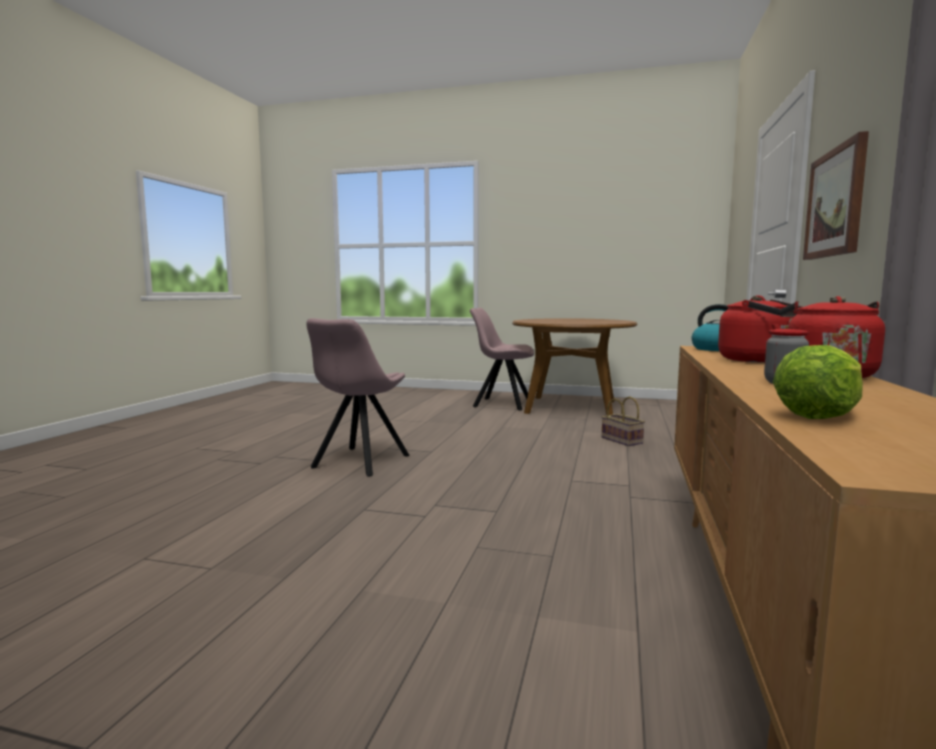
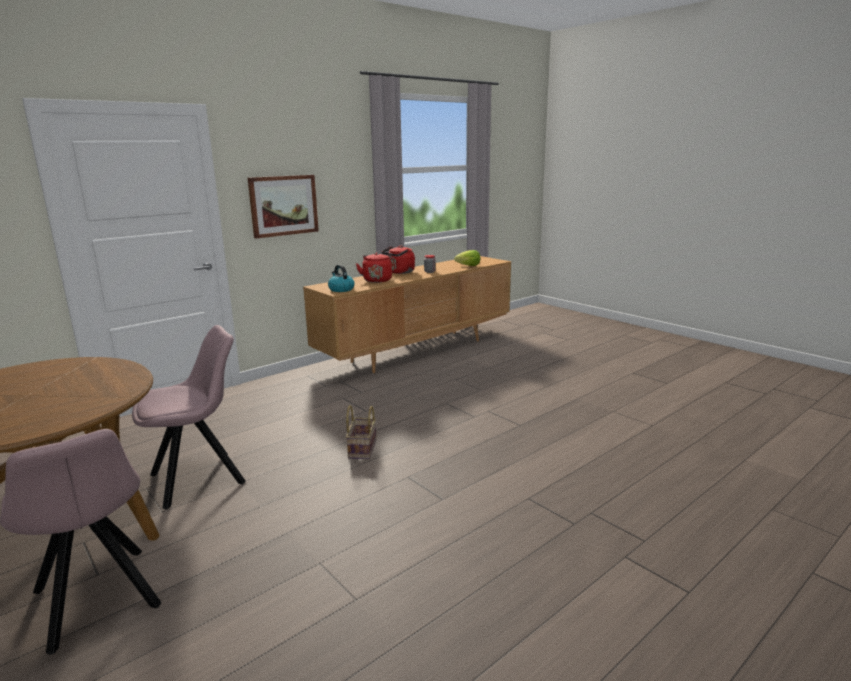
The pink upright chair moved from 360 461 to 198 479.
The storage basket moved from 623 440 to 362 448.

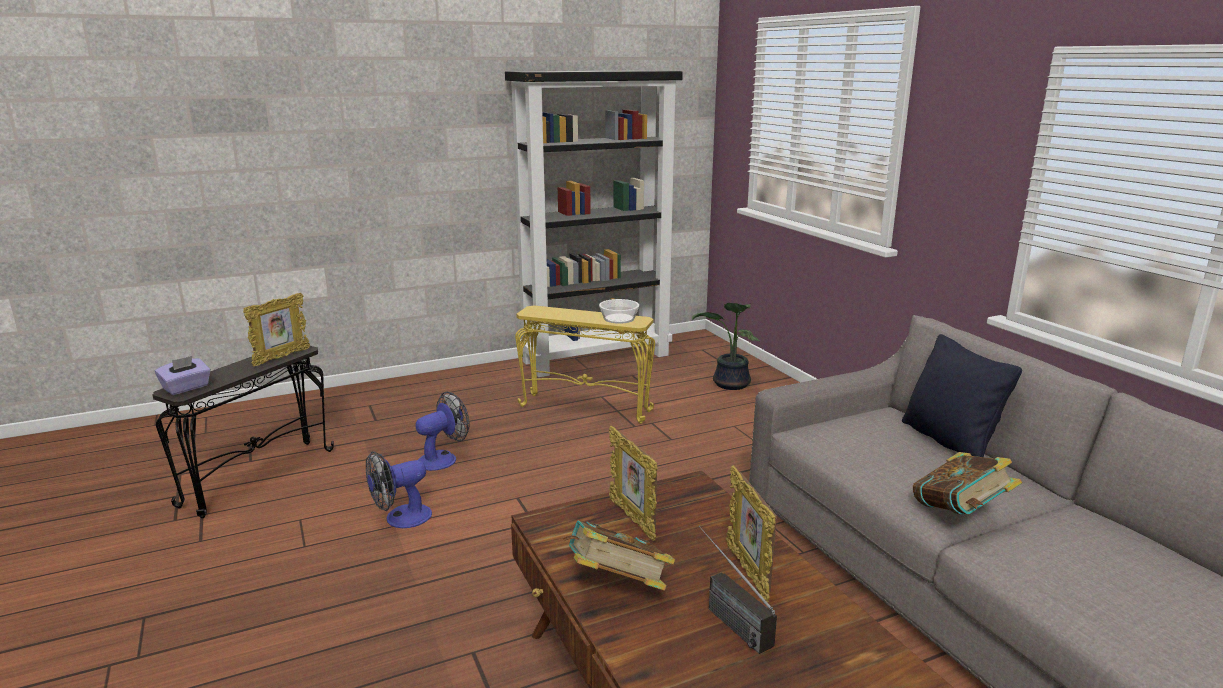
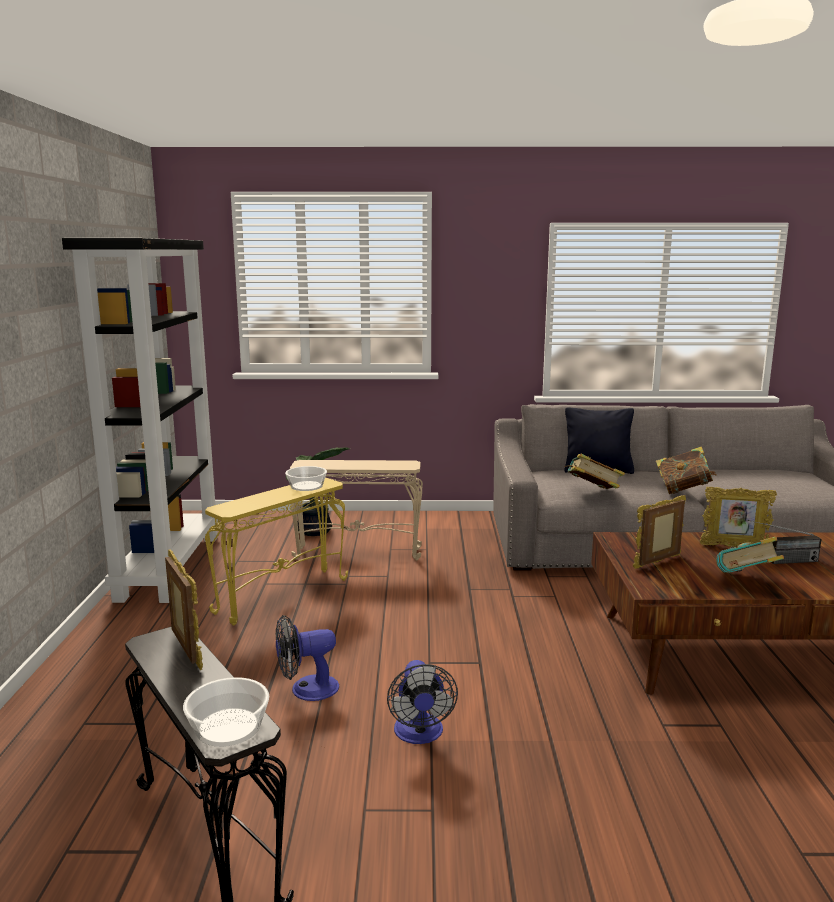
The purple-coloured box of tissues at 186 388 was replaced by the bowl at 227 726.
The fan at 443 458 turned 90 degrees counterclockwise.
The photo frame at 633 519 turned 150 degrees clockwise.
The beige-coloured side table at 357 554 appeared.
The bound book at 592 492 appeared.

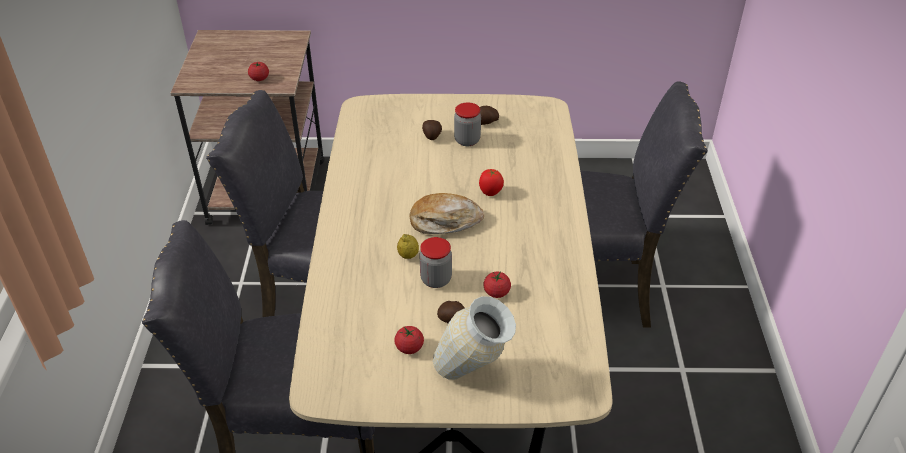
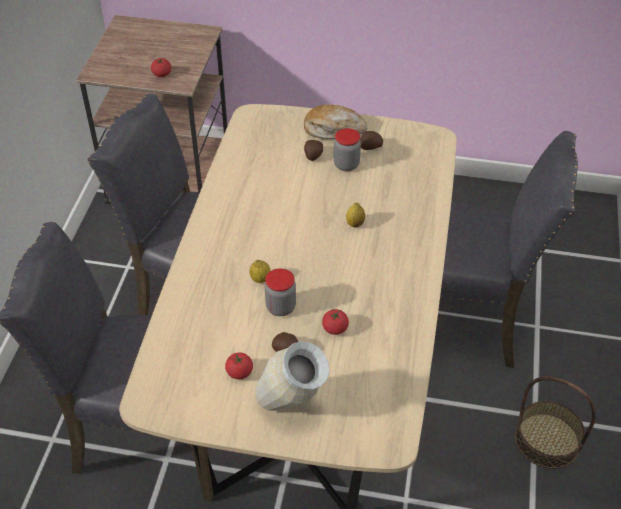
The bakery bread moved from 444 221 to 333 129.
The whole tomato at 490 193 was replaced by the citrus fruit at 355 224.
The storage basket at 547 440 appeared.

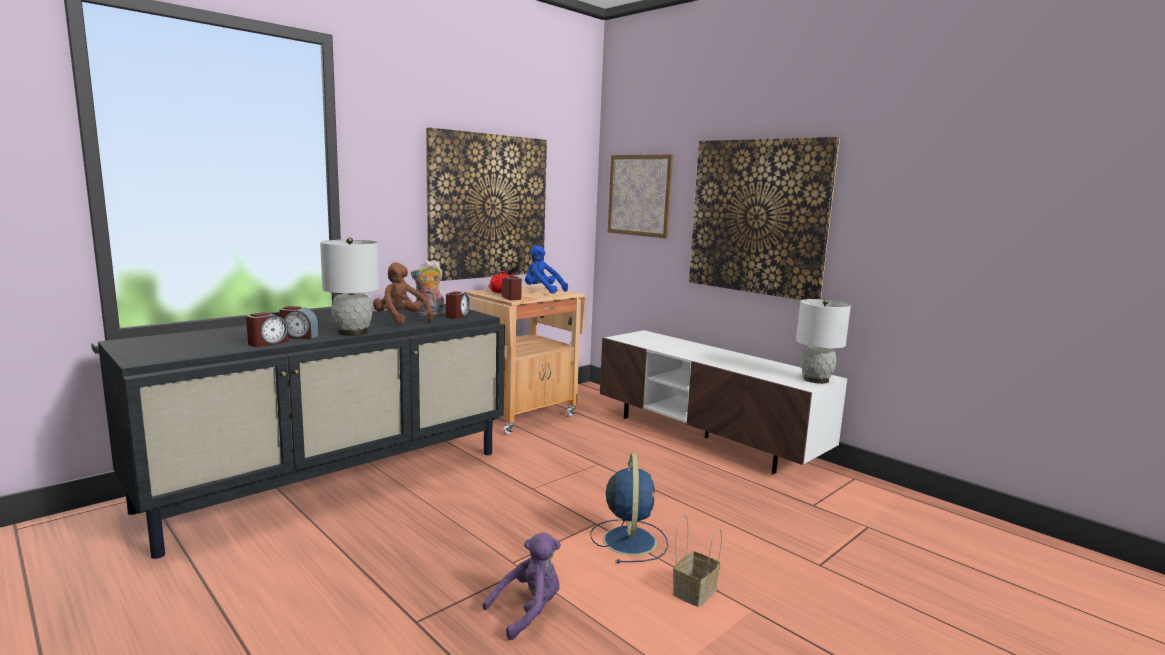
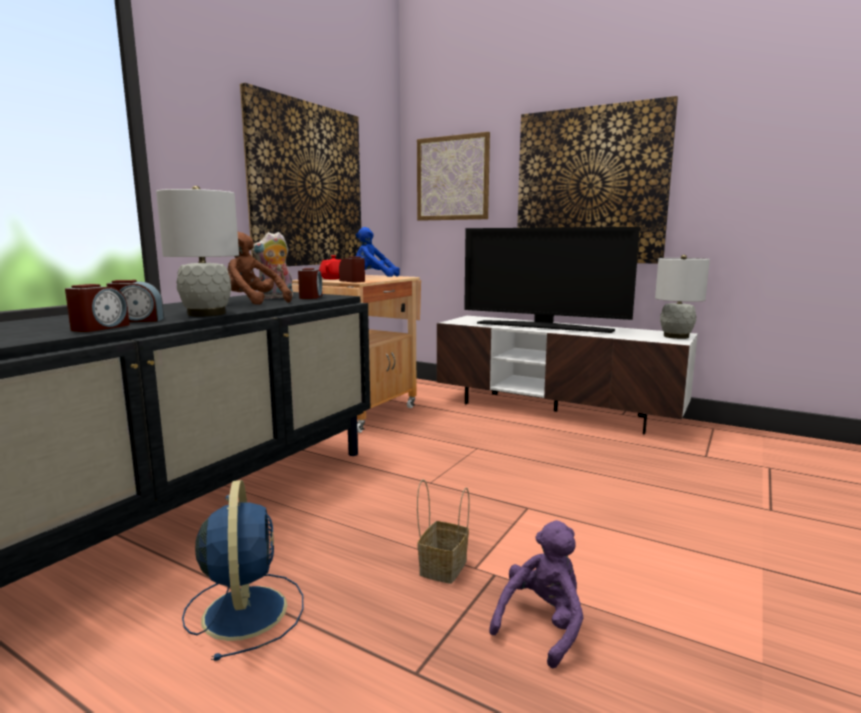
The blue-coloured fan moved from 629 539 to 245 610.
The storage basket moved from 694 591 to 443 566.
The TV at 544 327 appeared.

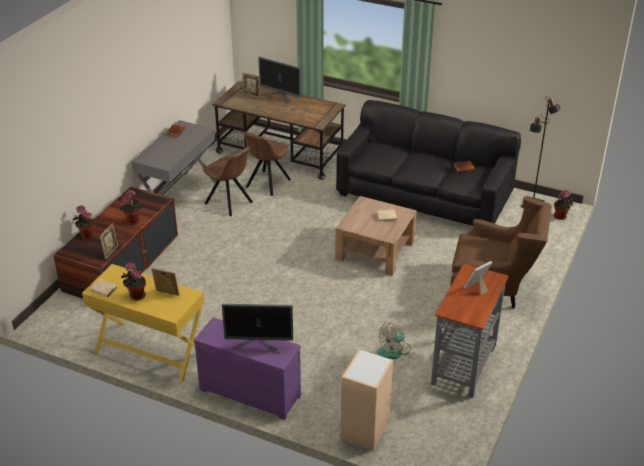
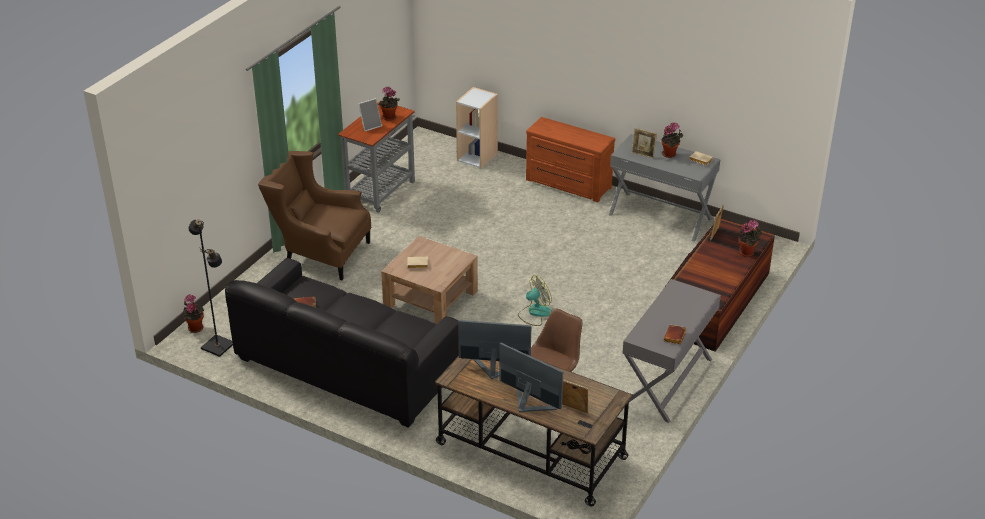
The yellowish desk table at 150 351 became the gray desk table at 660 216.
The houseplant moved from 133 220 to 389 118.
The purple-coloured dresser at 251 391 became the brownish dresser at 567 184.
The brownish upright chair at 229 203 disappeared.
The computer screen moved from 259 344 to 494 369.
The fan moved from 394 351 to 535 313.

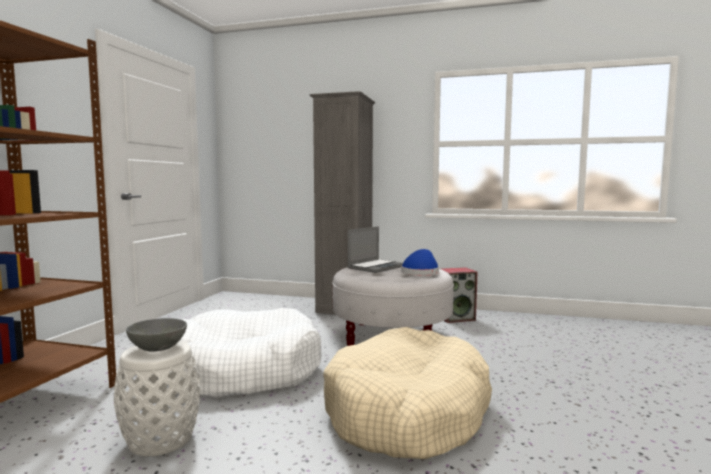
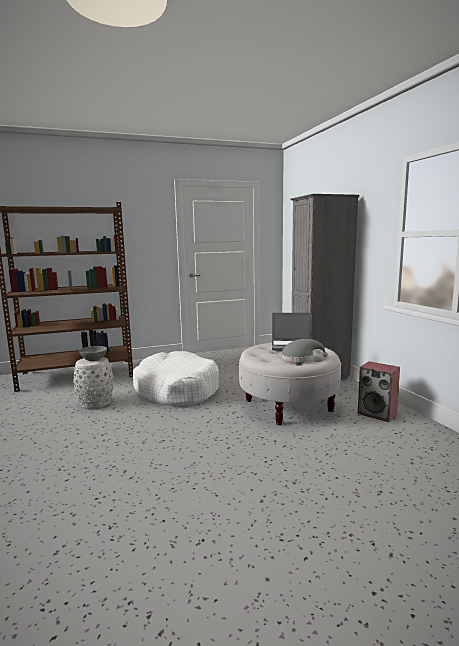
The beige-coloured pet bed at 407 412 disappeared.
The blue-coloured clothing hat at 420 272 became the gray clothing hat at 300 358.

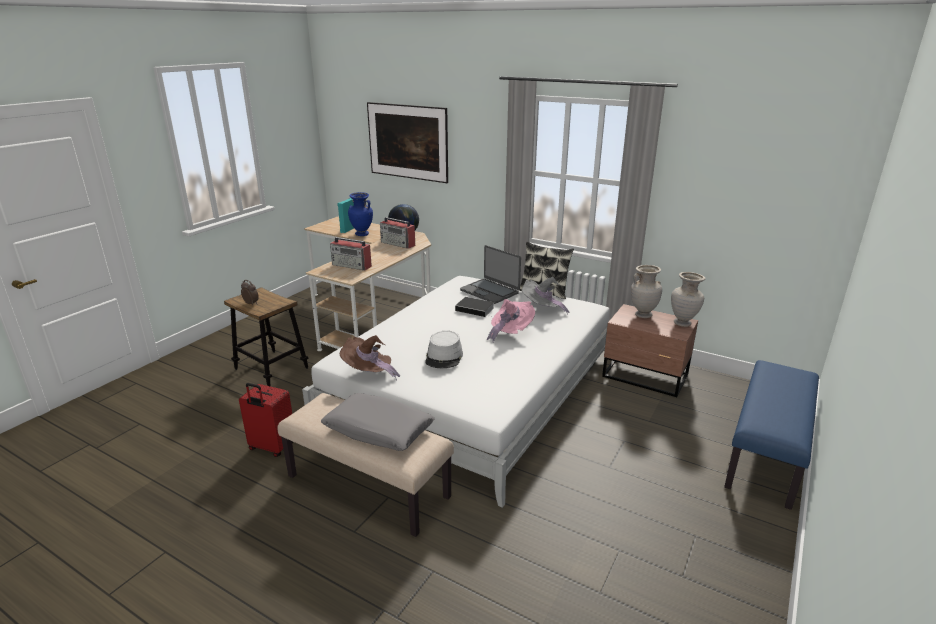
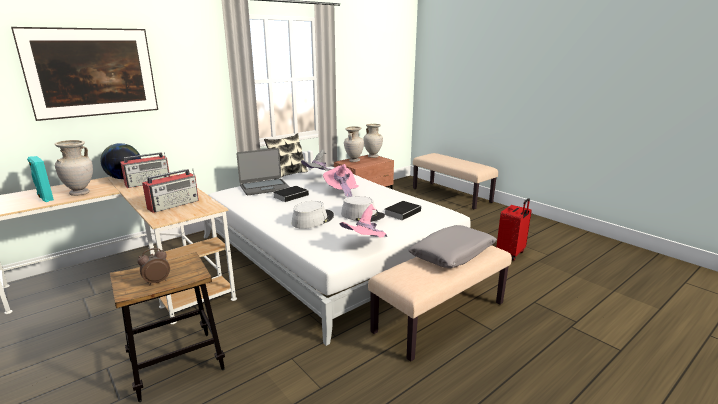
The reddish piece of luggage moved from 271 447 to 511 254.
The brownish clothing hat at 369 373 became the pink clothing hat at 365 246.
The blue-coloured flower vase at 362 234 became the beige-coloured flower vase at 80 193.
The blue-coloured indoor bench at 767 454 became the beige-coloured indoor bench at 451 195.
The gray clothing hat at 312 220 appeared.
The bound book at 403 212 appeared.

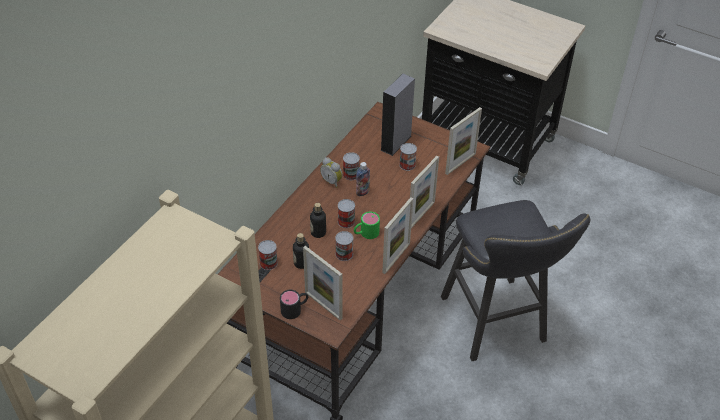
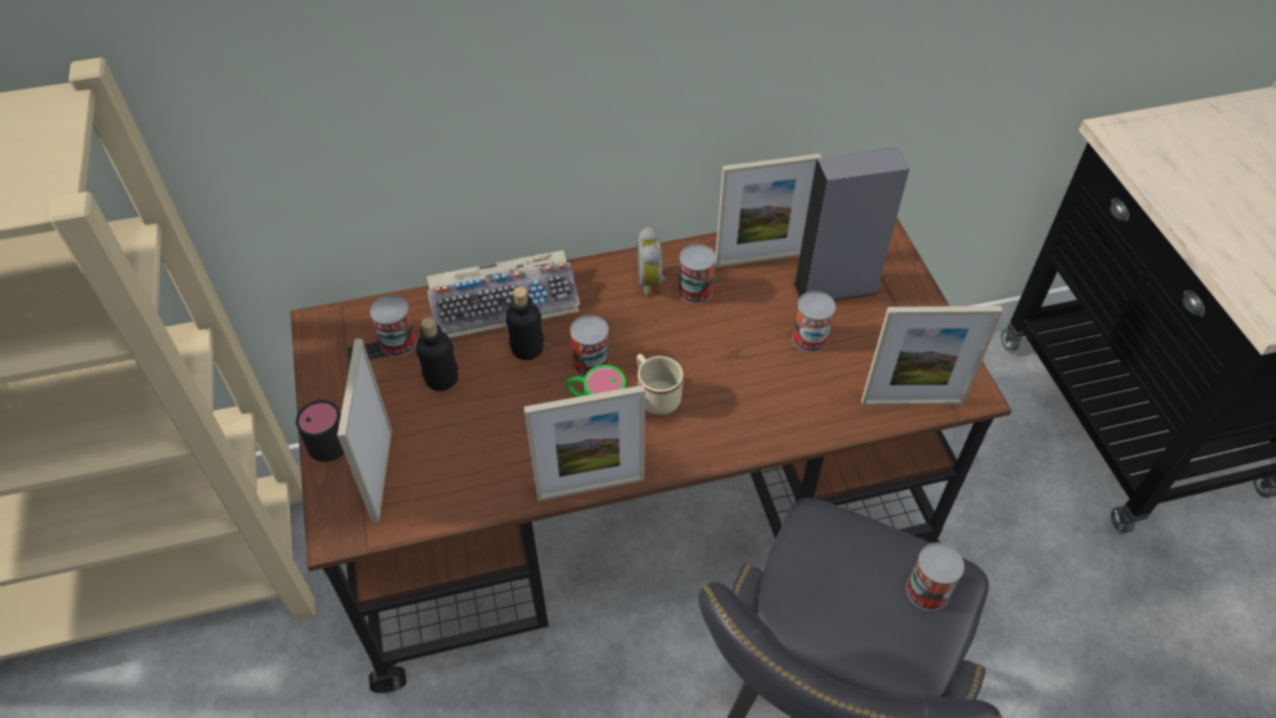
The sealed can moved from 344 254 to 927 590.
The bottle at 362 192 disappeared.
The photo frame moved from 421 215 to 759 259.
The PC keyboard at 506 302 appeared.
The beige-coloured mug at 655 395 appeared.

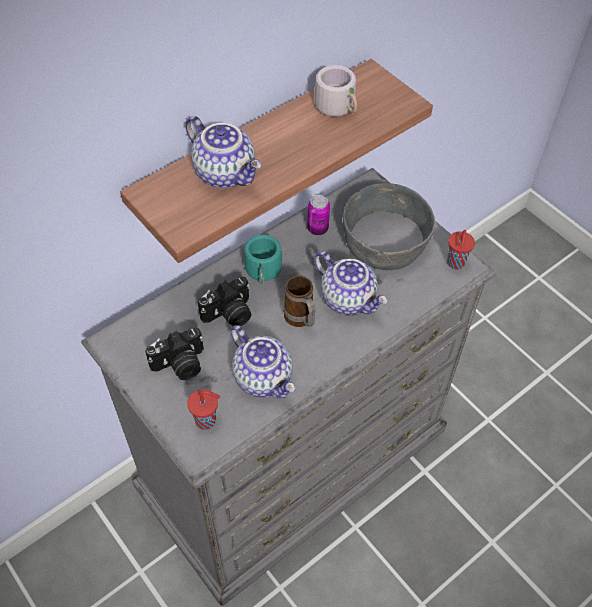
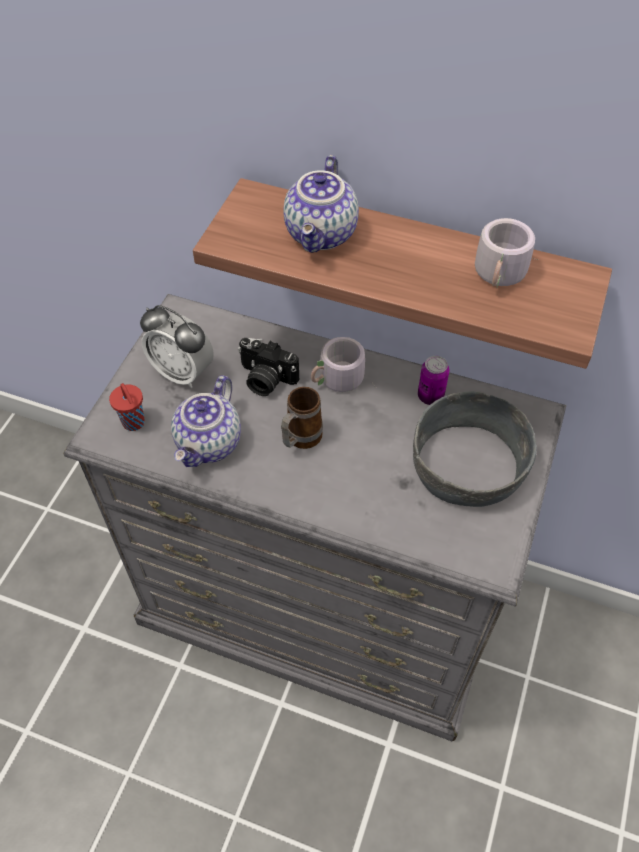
The photo camera at 180 365 was replaced by the alarm clock at 182 372.
The turquoise-coloured mug at 265 272 became the gray mug at 338 381.
The tea pot at 349 299 disappeared.
The reddish drinking cup at 455 263 disappeared.

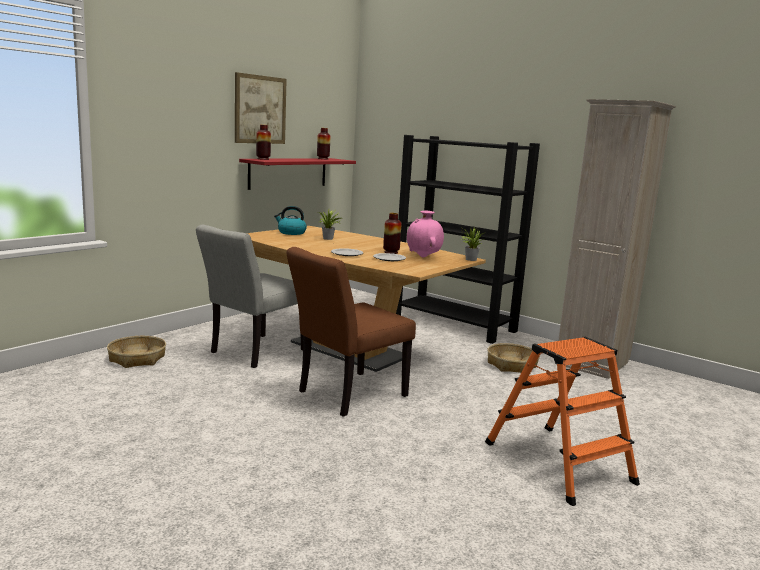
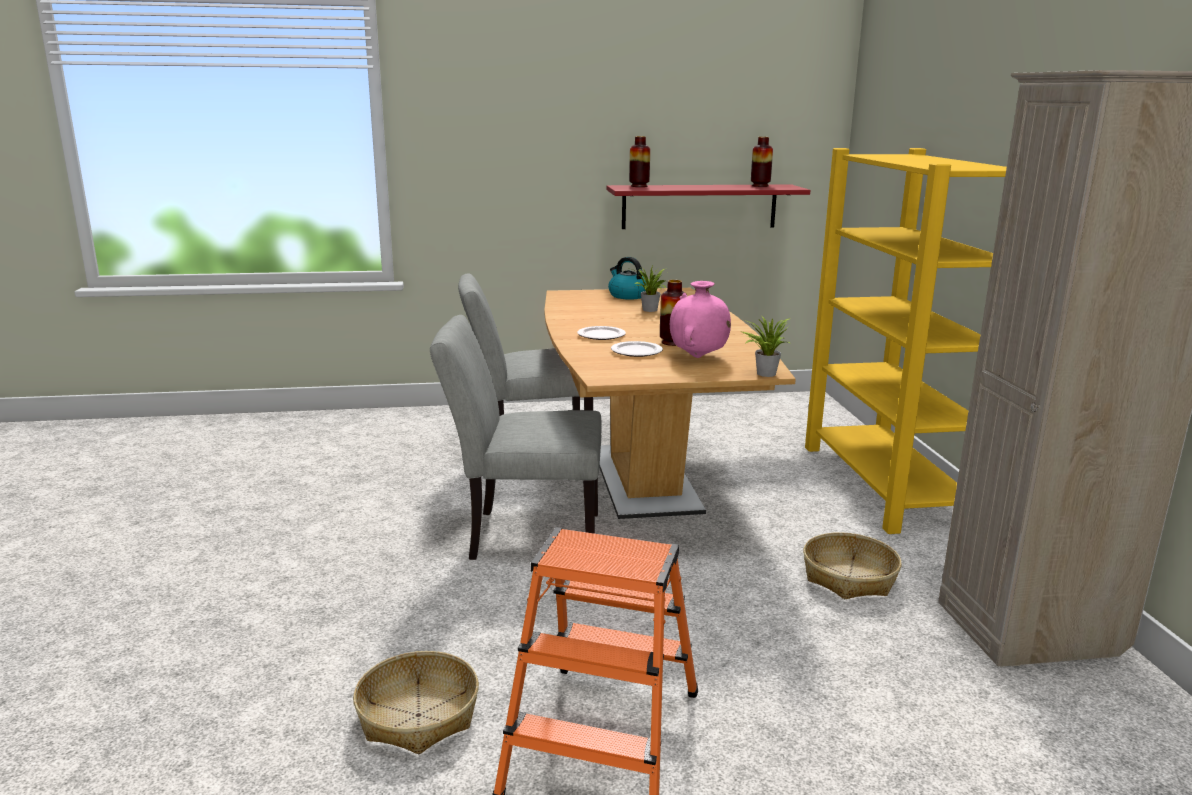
The storage basket moved from 137 359 to 418 716.
The wall picture at 260 109 disappeared.
The brownish upright chair at 346 395 became the gray upright chair at 523 535.
The blackish bookshelf at 453 323 became the yellowish bookshelf at 886 484.

